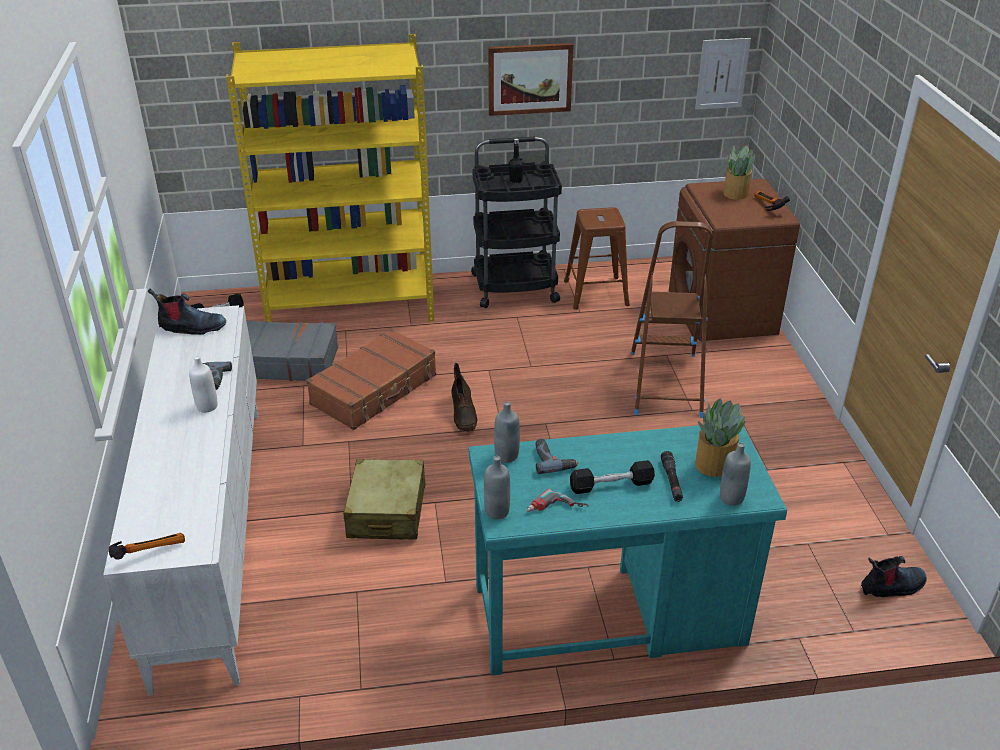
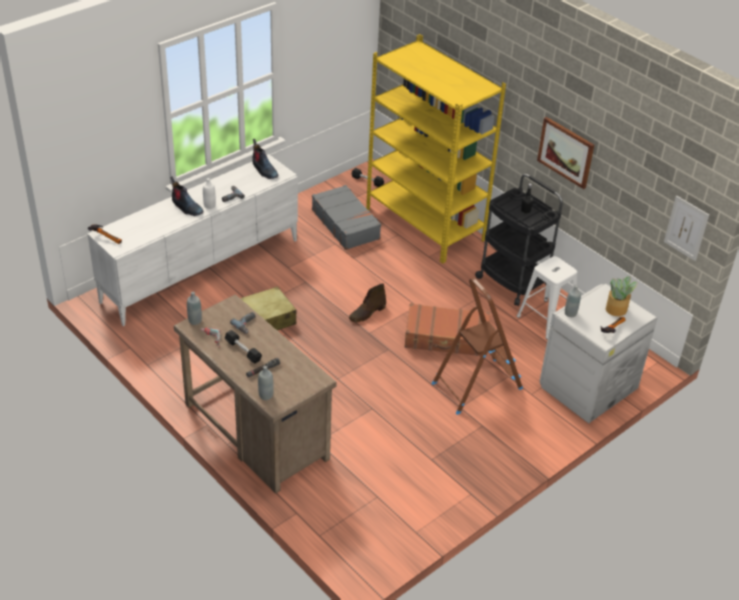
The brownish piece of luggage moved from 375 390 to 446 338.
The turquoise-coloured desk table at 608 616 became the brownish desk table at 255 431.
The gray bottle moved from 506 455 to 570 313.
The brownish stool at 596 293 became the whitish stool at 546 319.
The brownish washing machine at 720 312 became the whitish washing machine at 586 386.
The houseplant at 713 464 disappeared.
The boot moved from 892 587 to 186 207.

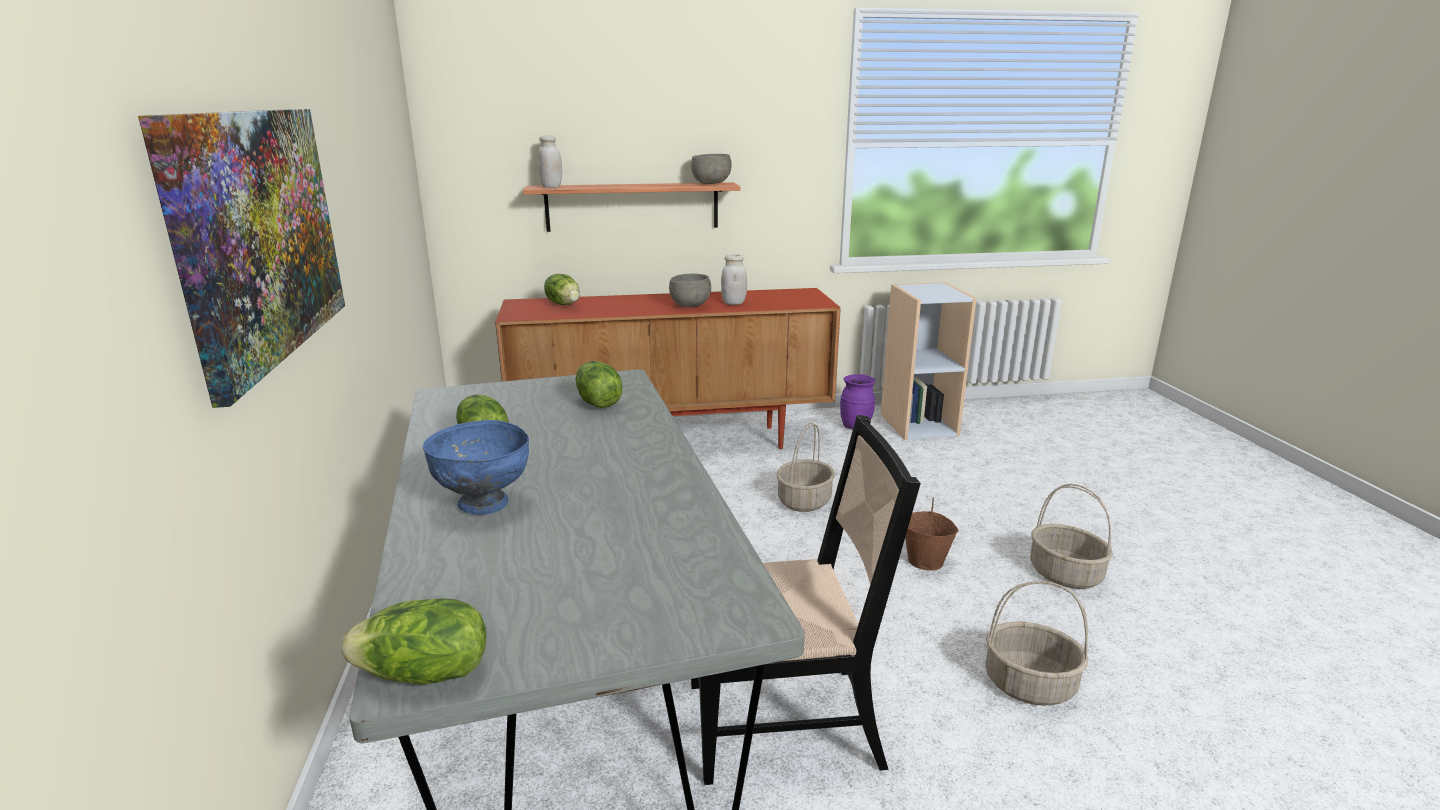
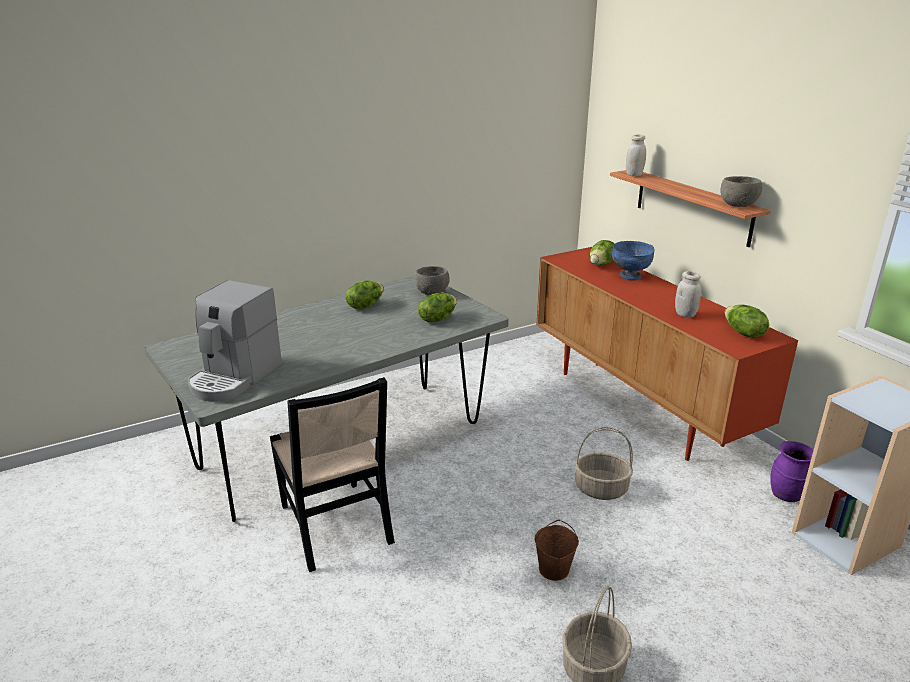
The wall picture at 261 235 disappeared.
The lettuce head moved from 425 675 to 743 333.
The blue-coloured bowl moved from 484 504 to 630 277.
The gray bowl moved from 690 306 to 432 293.
The storage basket at 1028 685 disappeared.
The coffee machine at 234 377 appeared.

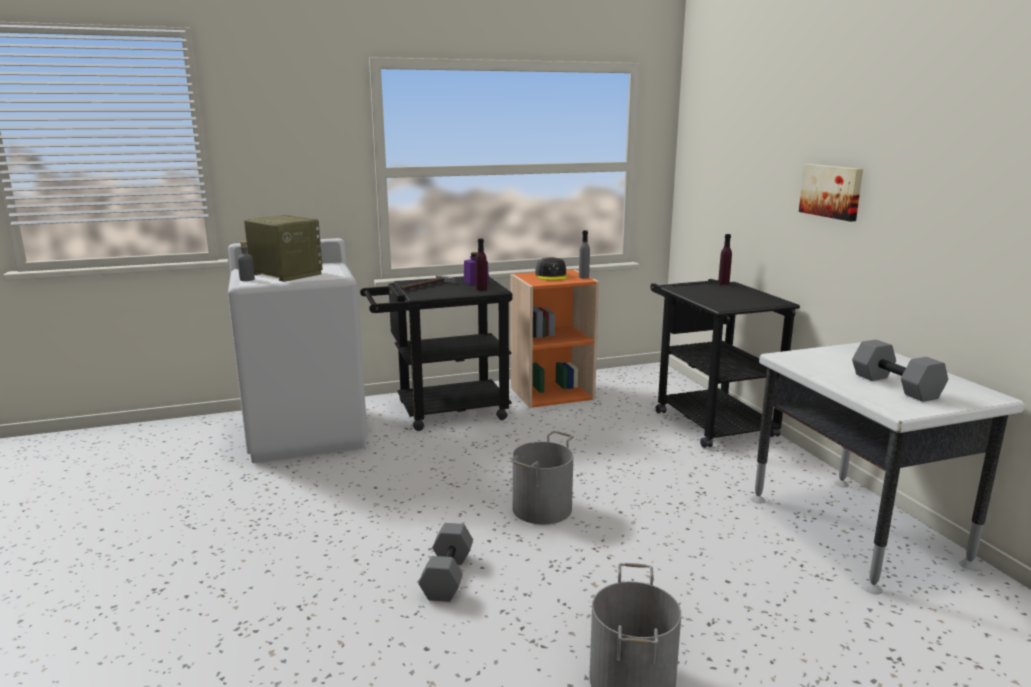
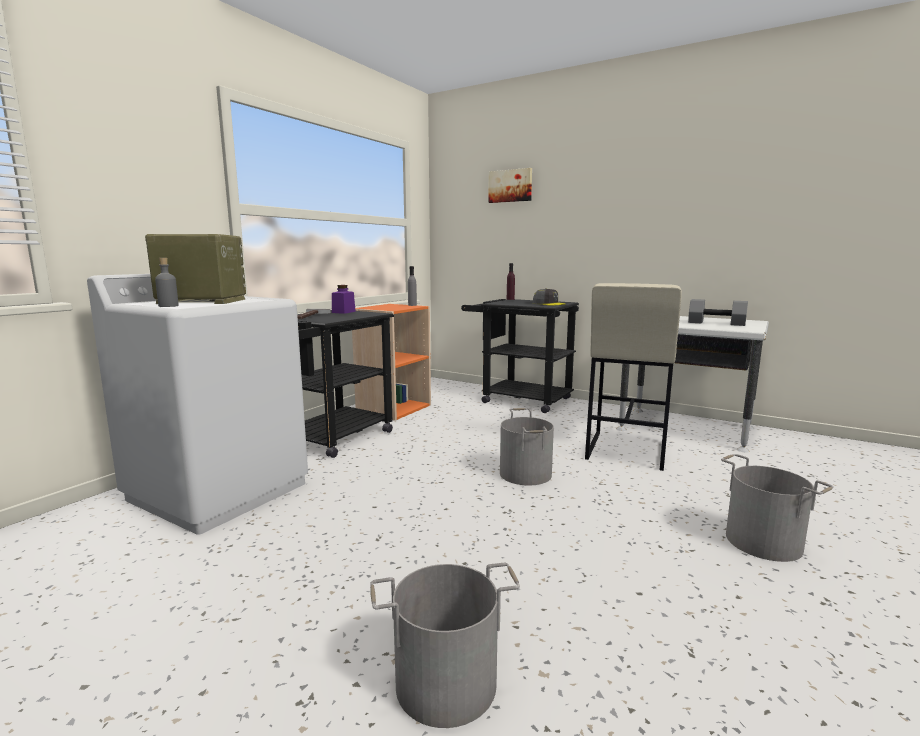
The gray hand weight at 446 575 disappeared.
The purple-coloured bottle at 481 289 disappeared.
The gray peaked cap moved from 552 276 to 548 304.
The wall picture moved from 832 191 to 510 186.
The gray pail at 445 681 appeared.
The beige-coloured stool at 626 451 appeared.

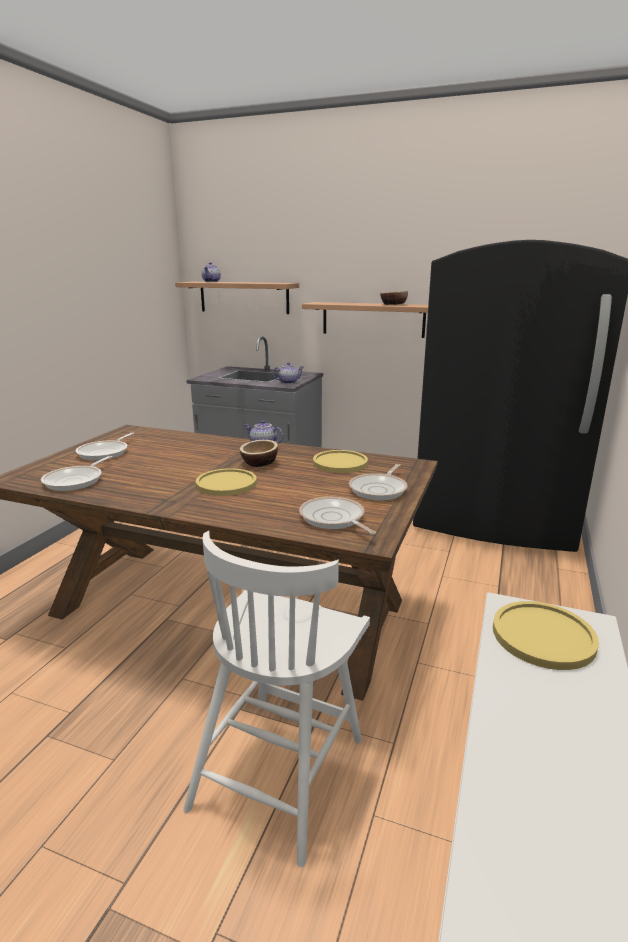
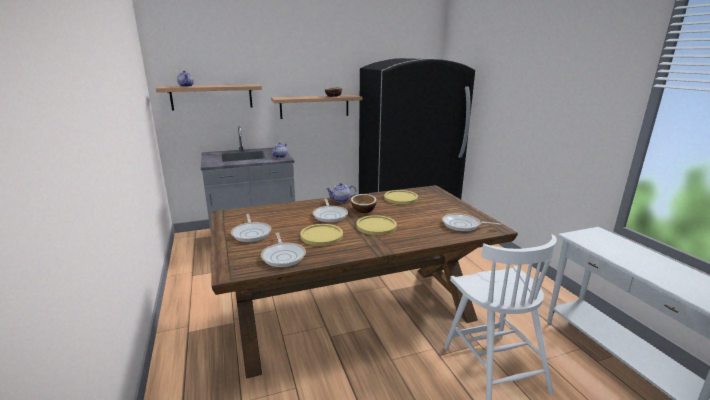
The pan moved from 380 489 to 330 215.
The yellowish flat dish moved from 543 636 to 321 236.

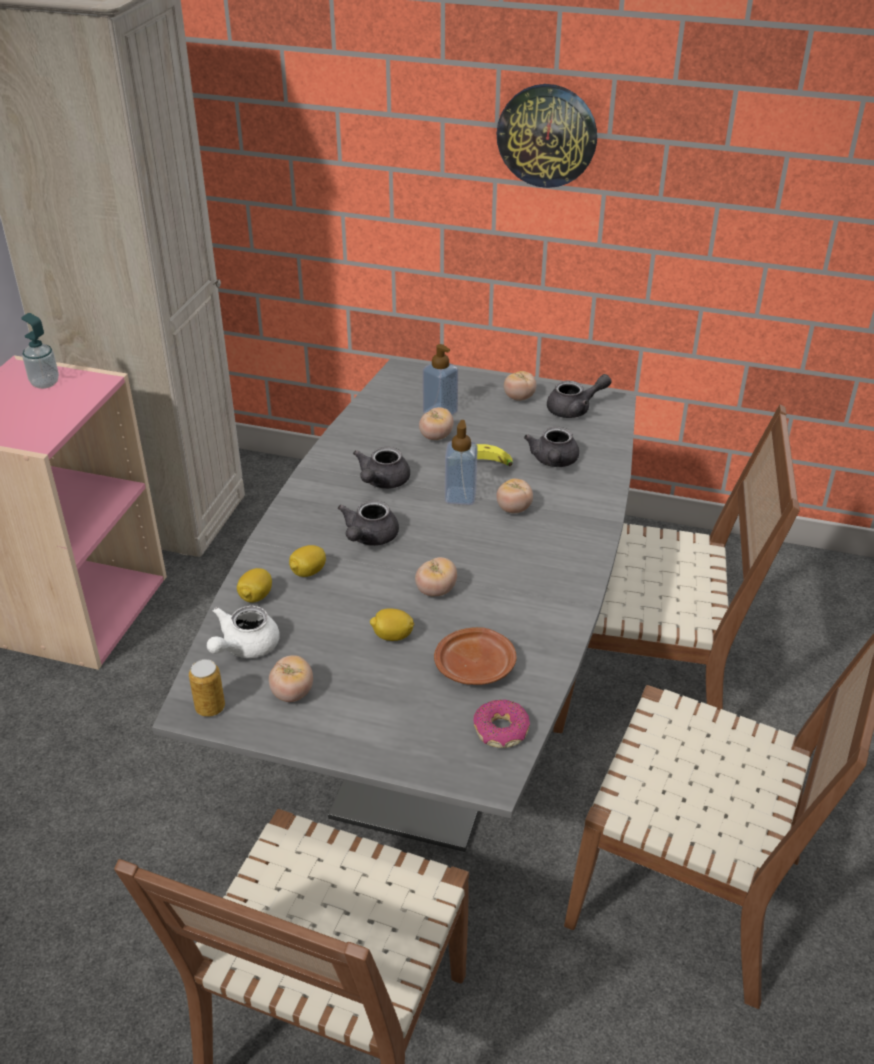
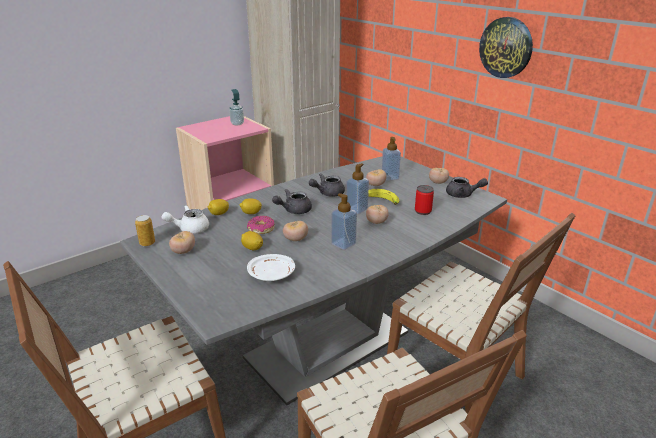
The brownish flat dish at 476 667 became the whitish flat dish at 272 274.
The donut moved from 500 731 to 261 229.
The gray tea pot at 553 462 was replaced by the sealed can at 423 211.
The liquid soap bottle at 343 244 appeared.

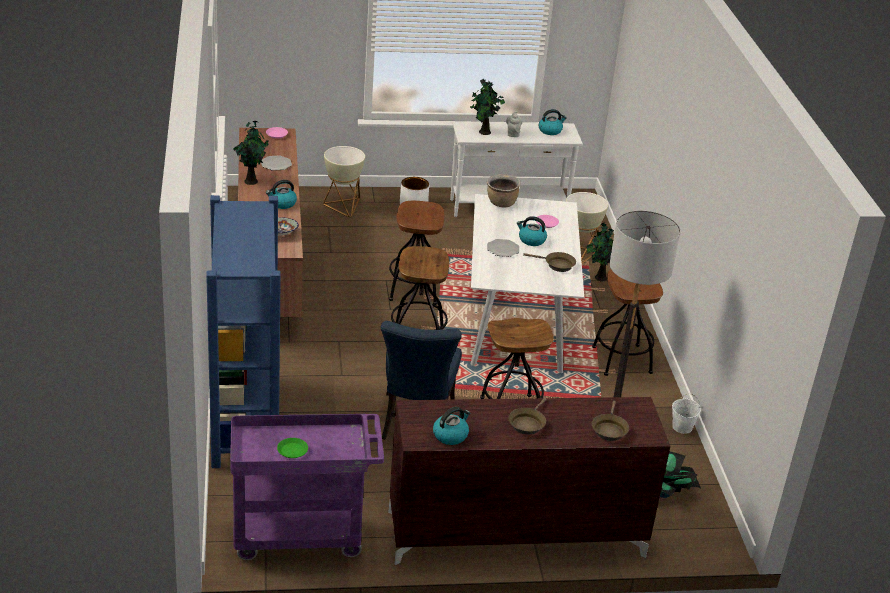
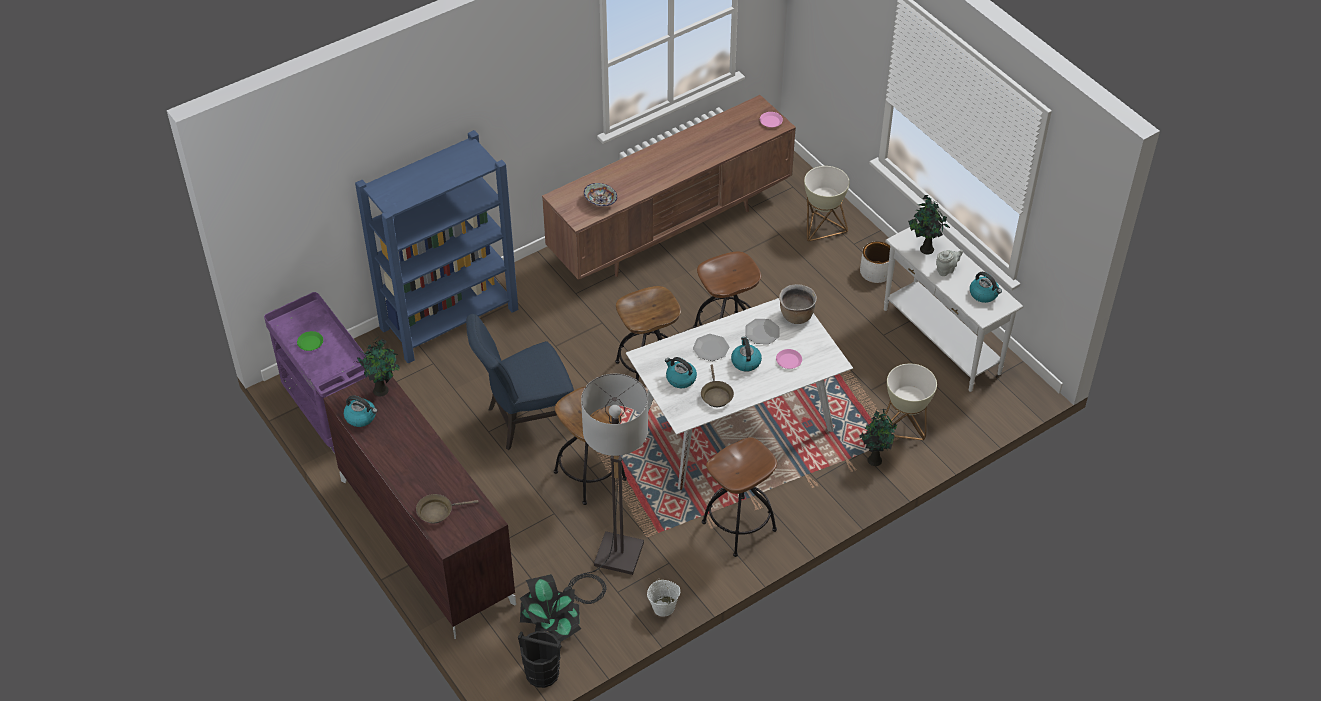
The houseplant moved from 251 180 to 382 389.
The flat dish moved from 276 164 to 762 332.
The water kettle moved from 282 203 to 680 379.
The brownish pan at 527 423 disappeared.
The blackish pail at 542 673 appeared.

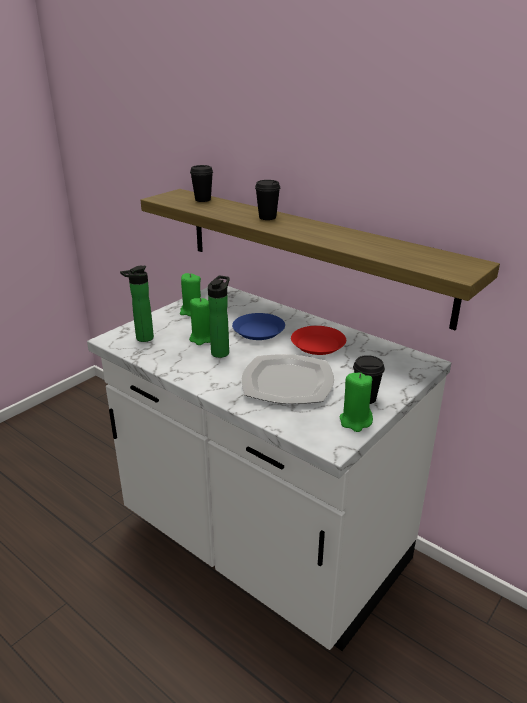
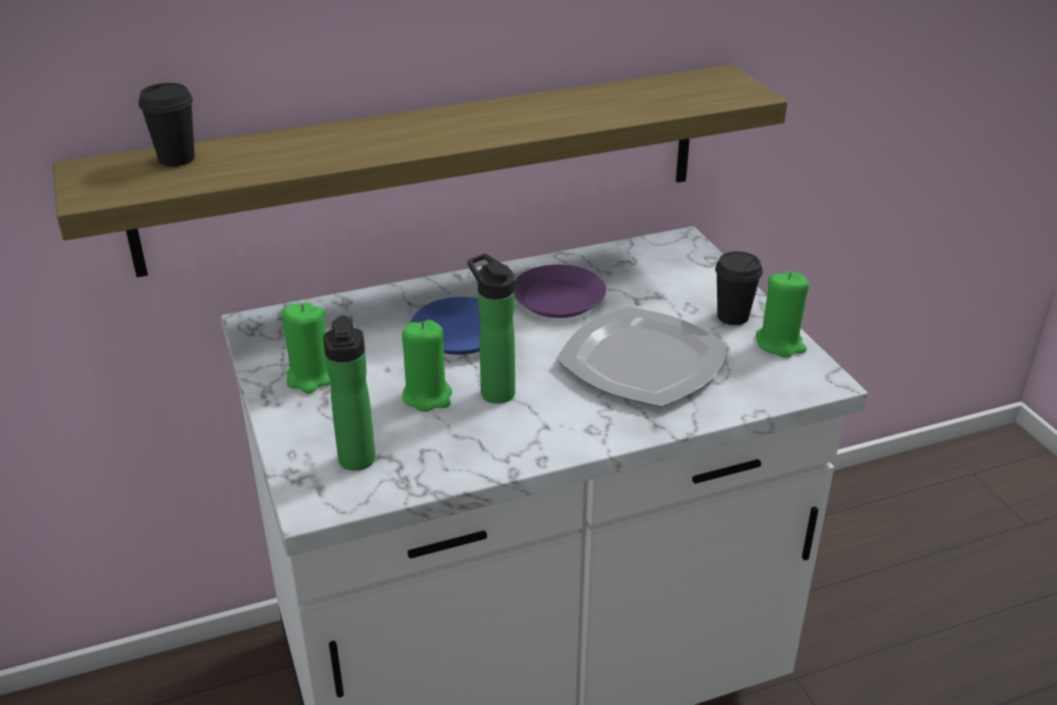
The blackish drinking cup at 267 217 disappeared.
The reddish flat dish at 317 344 became the purple-coloured flat dish at 558 299.

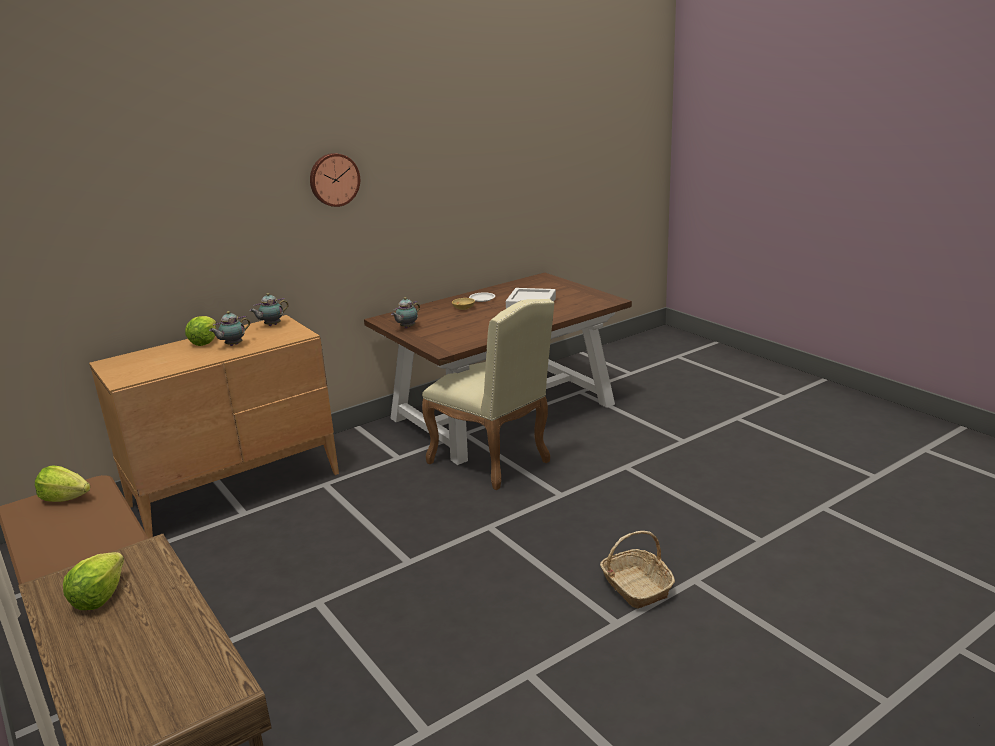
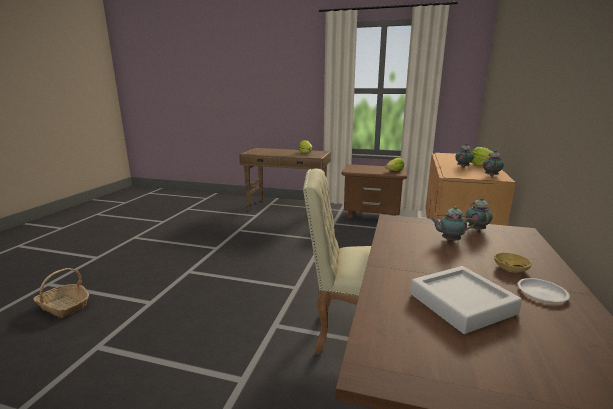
The hanging clock at 334 179 disappeared.
The storage basket moved from 635 587 to 64 306.
The tea pot at 449 240 appeared.

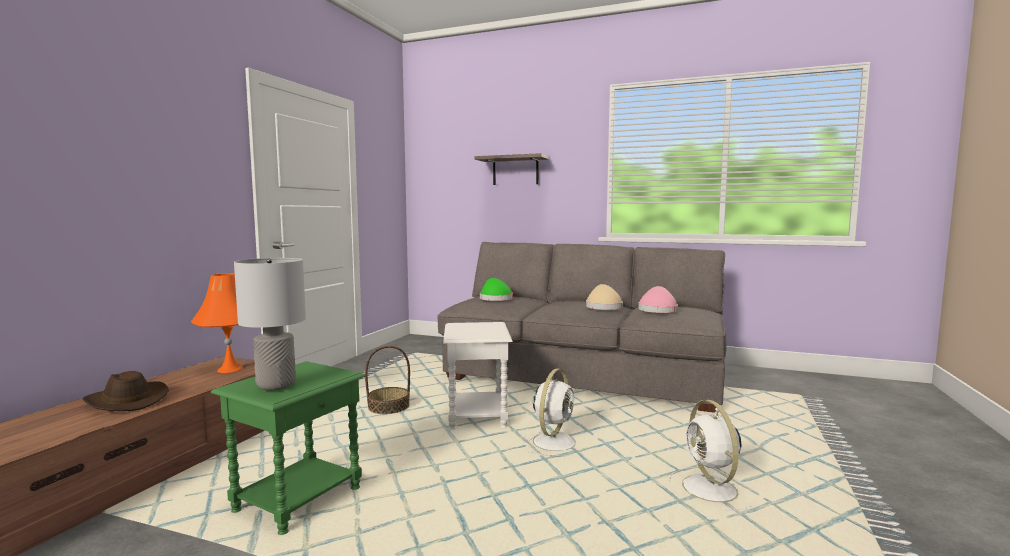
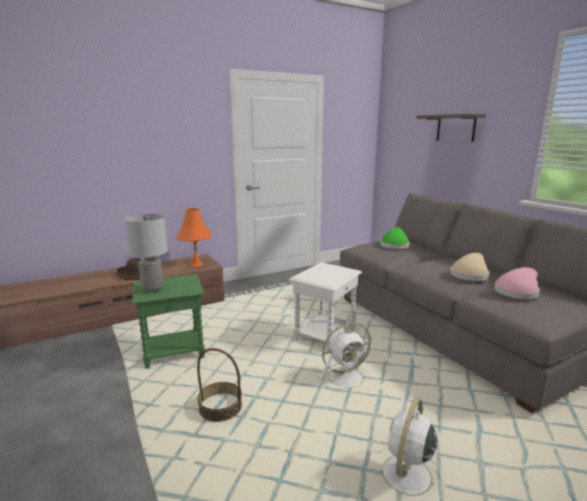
The storage basket moved from 389 407 to 220 407.

